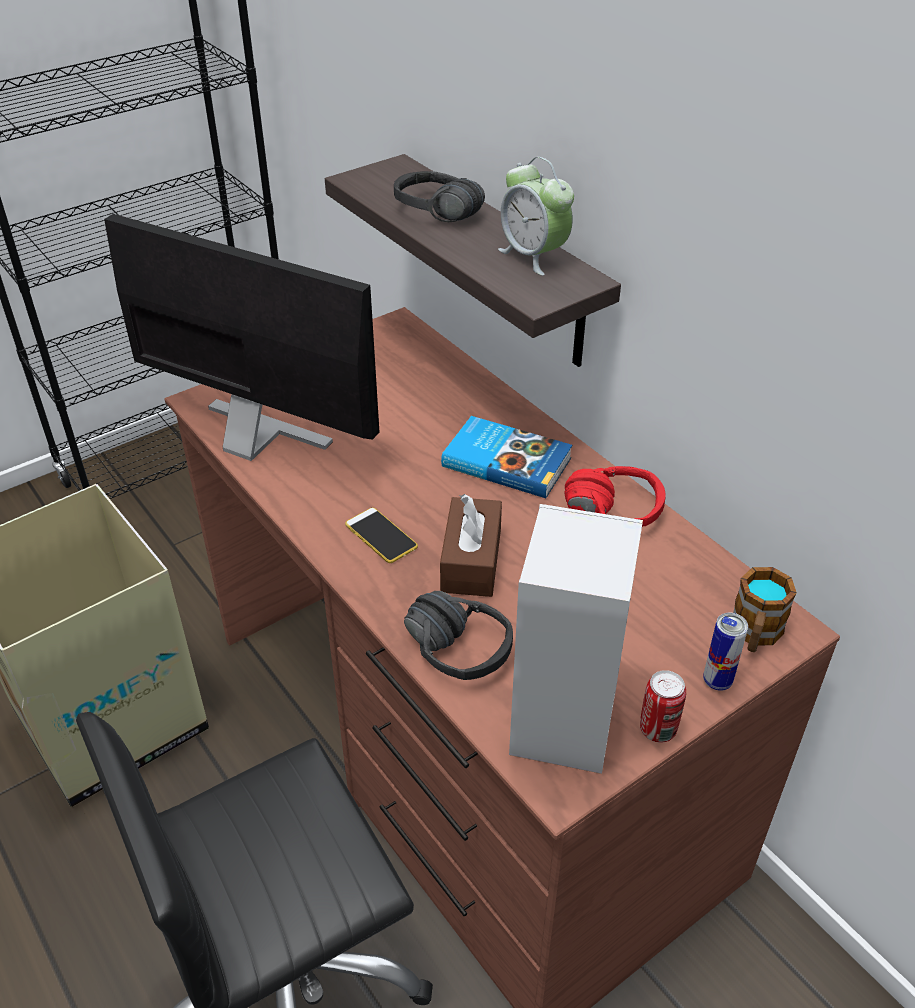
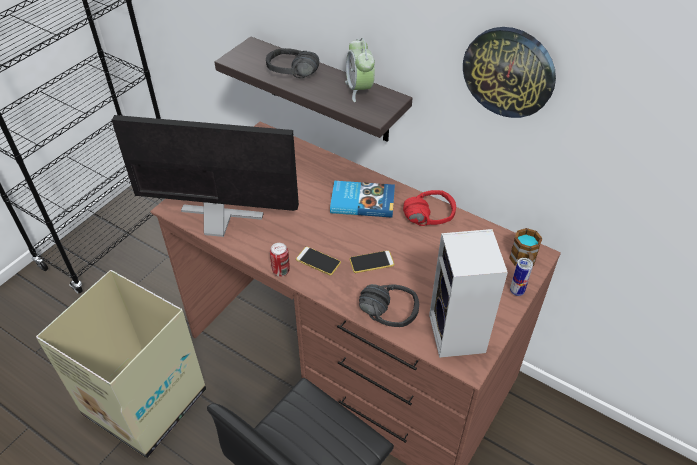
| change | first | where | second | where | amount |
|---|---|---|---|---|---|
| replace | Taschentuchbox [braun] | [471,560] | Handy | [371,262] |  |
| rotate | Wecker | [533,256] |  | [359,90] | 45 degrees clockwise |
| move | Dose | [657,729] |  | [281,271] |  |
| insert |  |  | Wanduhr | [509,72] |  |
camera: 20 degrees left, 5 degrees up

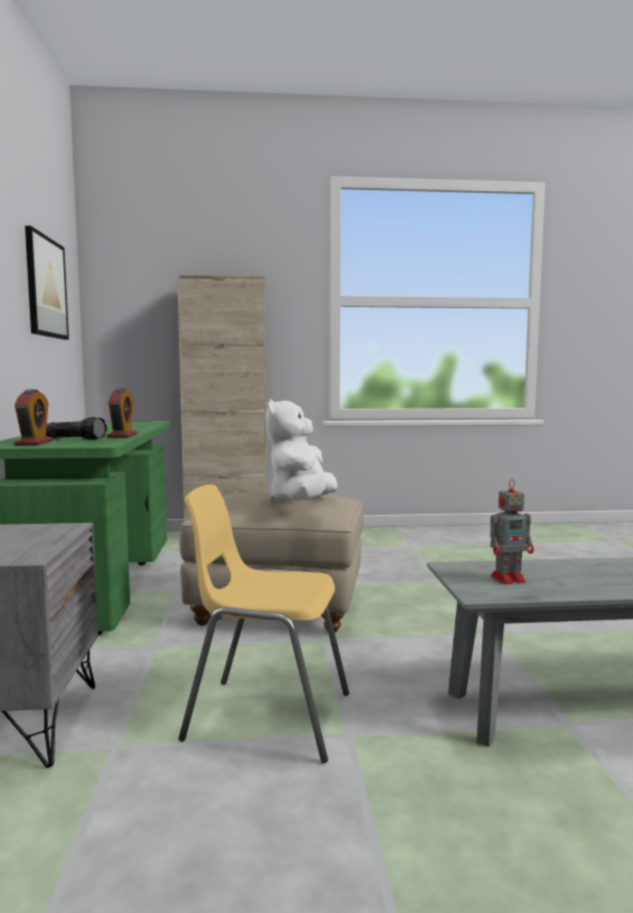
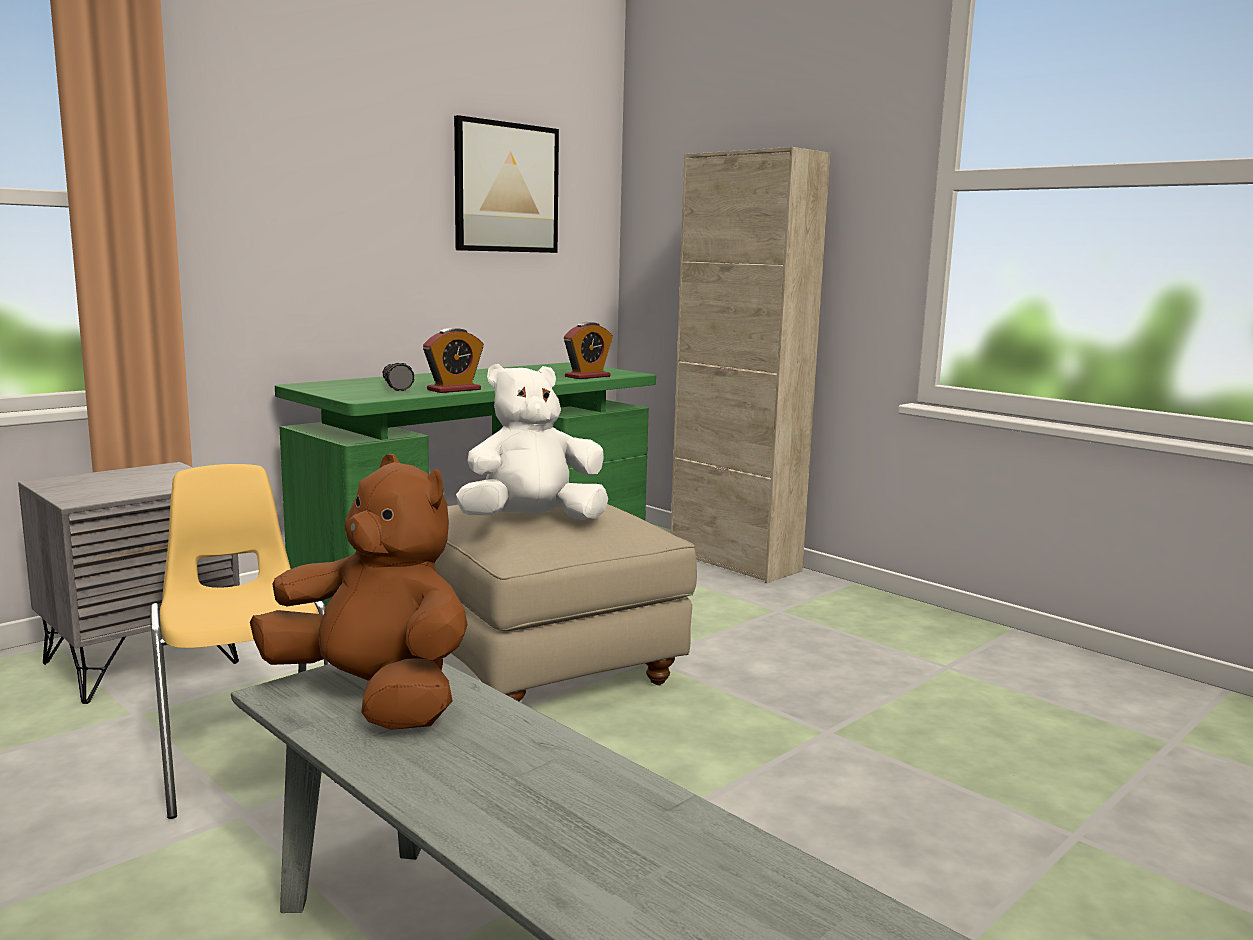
| change | first | where | second | where | amount |
|---|---|---|---|---|---|
| move | Wecker | [34,443] |  | [587,376] |  |
| replace | Spielzeugroboter | [509,578] | Plüschtier [braun] | [375,697] |  |
camera: 50 degrees right, 5 degrees up

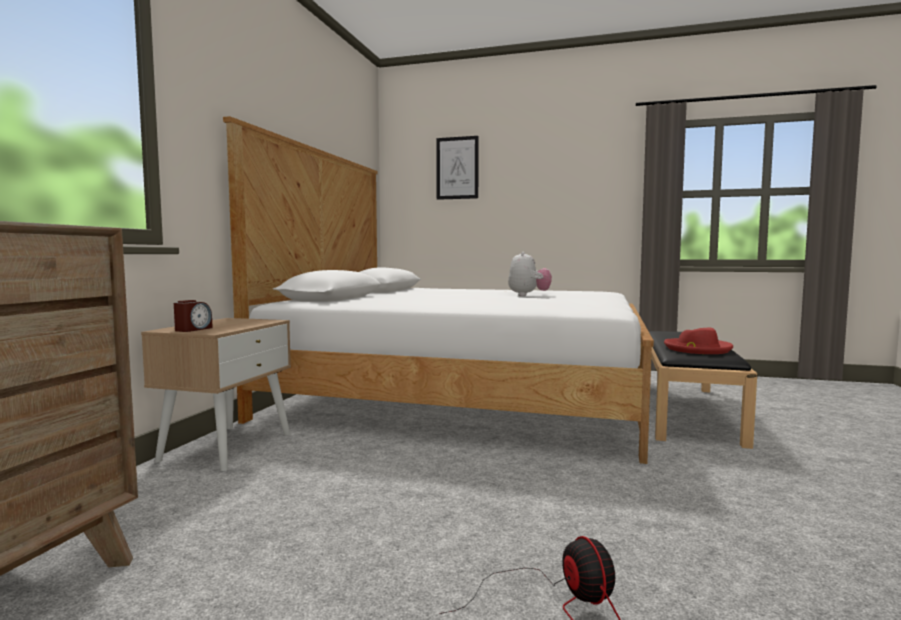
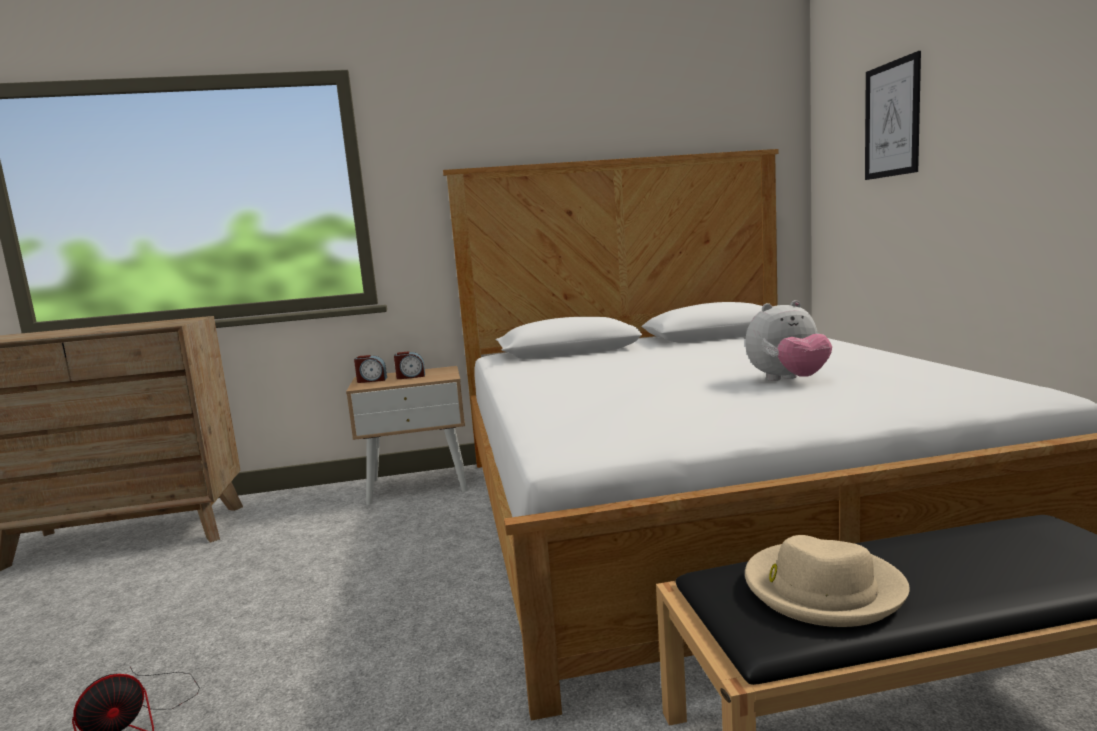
| change | first | where | second | where | amount |
|---|---|---|---|---|---|
| recolor | Hut [rot] | [697,349] | Hut [beige] | [821,588] |  |
| insert |  |  | Wecker | [411,376] |  |
camera: 65 degrees right, 5 degrees up

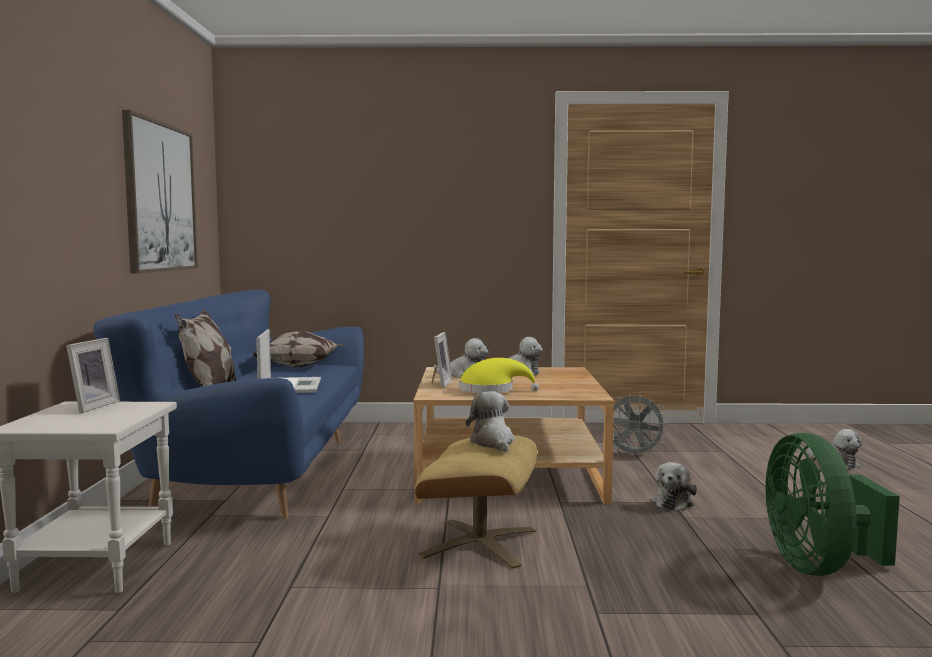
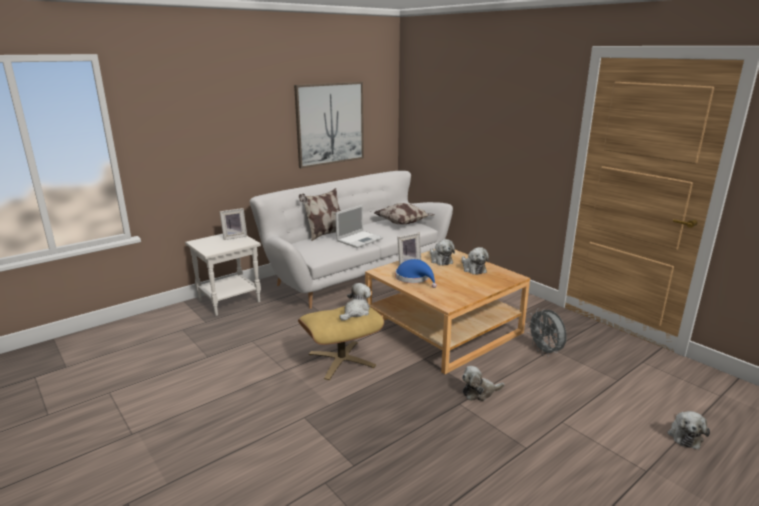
| change | first | where | second | where | amount |
|---|---|---|---|---|---|
| recolor | Sofa [blau] | [257,467] | Sofa [weiß] | [354,274] |  |
| recolor | Hut [gelb] | [491,390] | Hut [blau] | [414,278] |  |
| delete | Ventilator [grün] | [818,566] |  |  |  |
camera: 50 degrees right, 15 degrees up

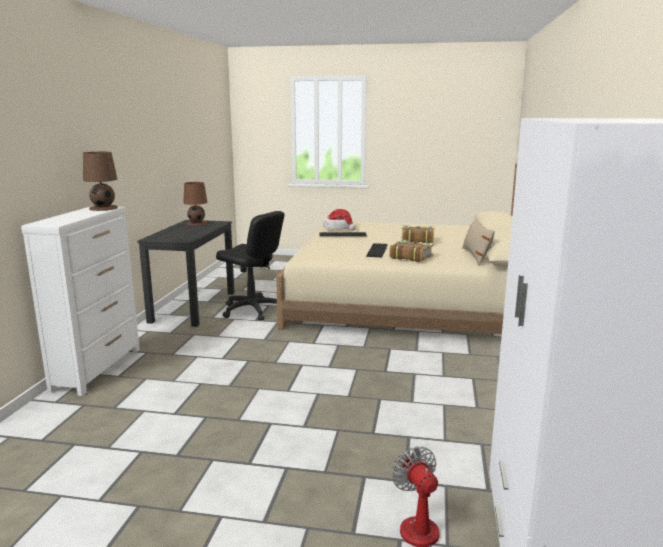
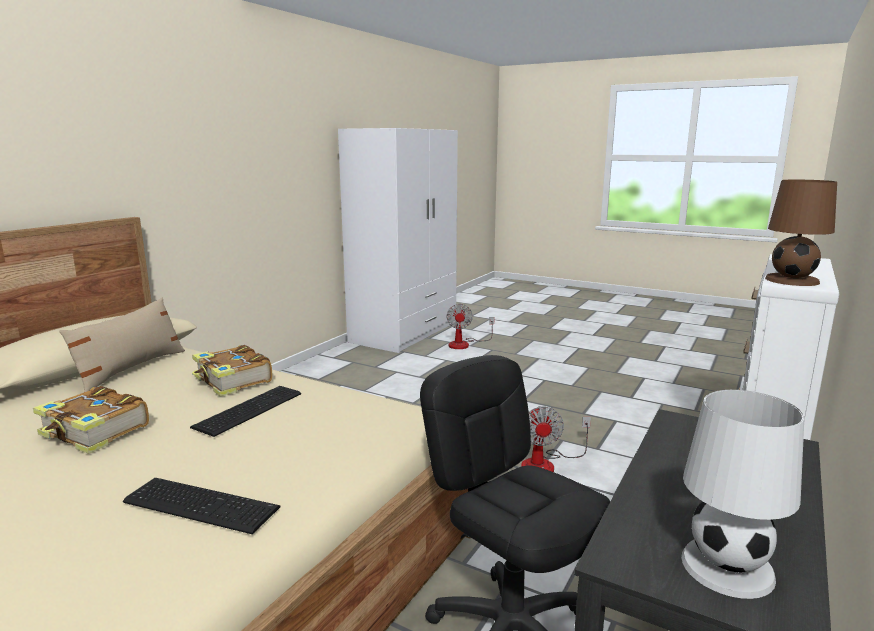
| change | first | where | second | where | amount |
|---|---|---|---|---|---|
| recolor | Tischlampe [braun] | [197,223] | Tischlampe [weiß] | [726,567] |  |
| delete | Hut | [338,228] |  |  |  |
| insert |  |  | Ventilator | [546,464] |  |
camera: 160 degrees left, 0 degrees up

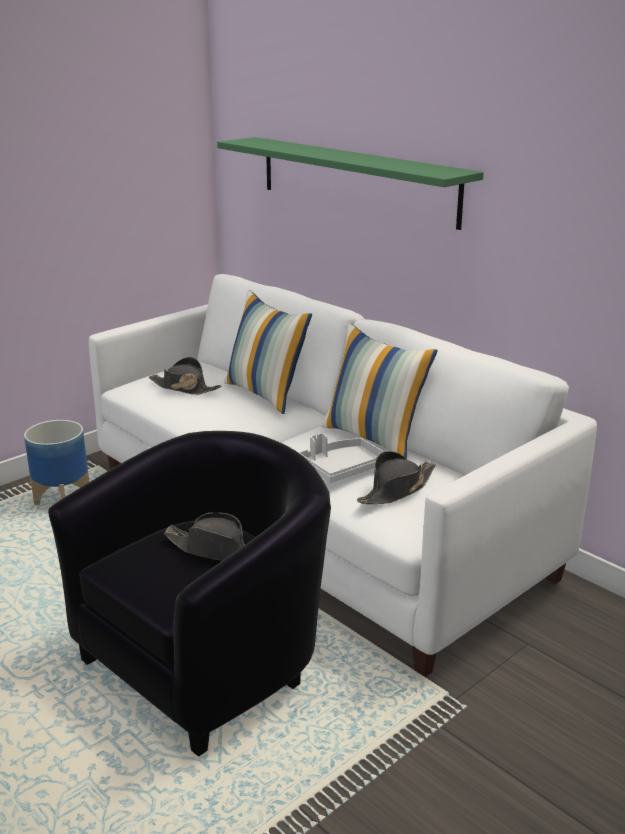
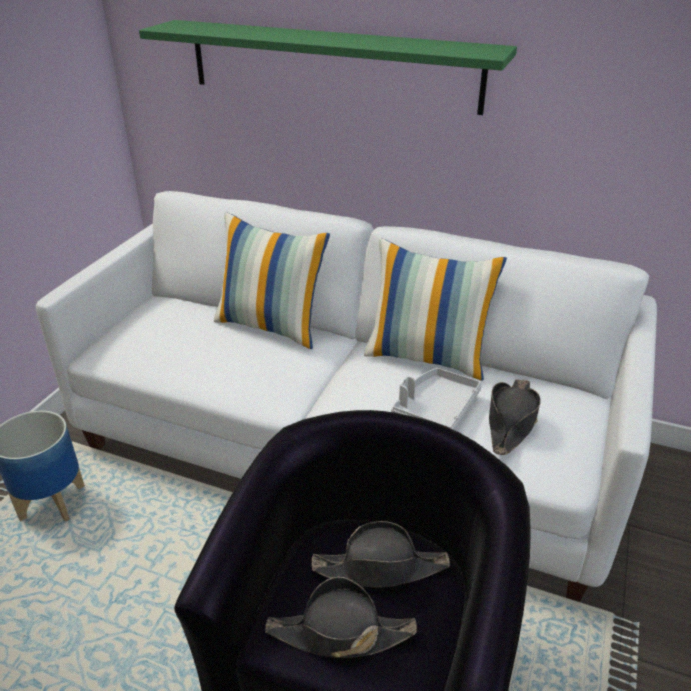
| change | first | where | second | where | amount |
|---|---|---|---|---|---|
| move | Hut [schwarz] | [184,388] |  | [339,633] |  |
camera: 25 degrees left, 10 degrees up

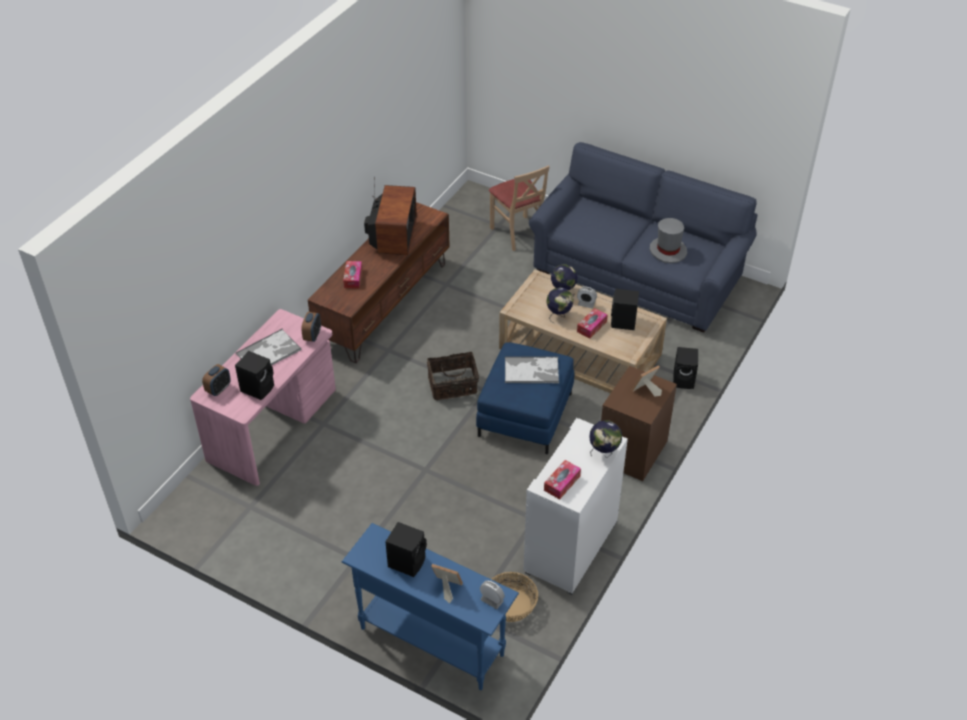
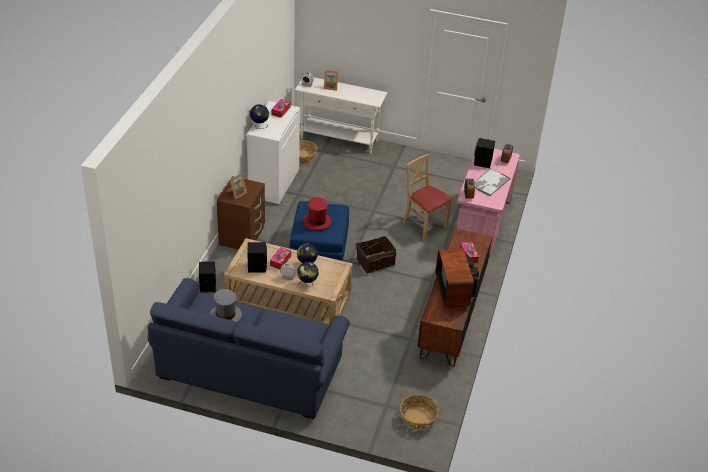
| change | first | where | second | where | amount |
|---|---|---|---|---|---|
| recolor | Konsolentisch [blau] | [431,640] | Konsolentisch [weiß] | [339,140] |  |
| delete | Lautsprecher [schwarz] | [407,561] |  |  |  |
| move | Stuhl [beige] | [517,233] |  | [424,225] |  |
| replace | Tablett | [532,370] | Hut [rot] | [317,222] |  |
| insert |  |  | Korb | [418,418] |  |
camera: 165 degrees right, 5 degrees down

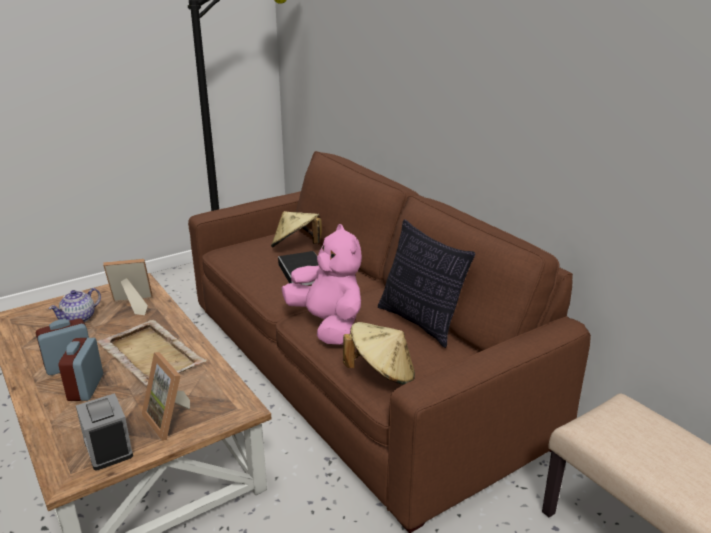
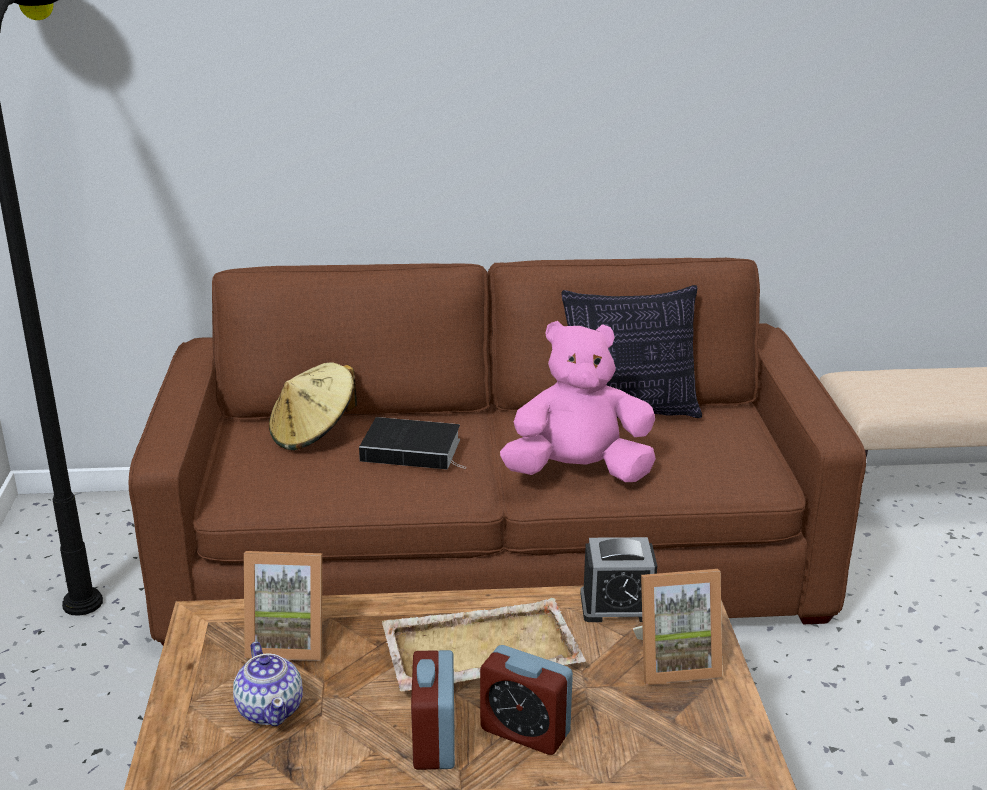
| change | first | where | second | where | amount |
|---|---|---|---|---|---|
| move | Wecker | [108,448] |  | [618,606] |  |
| rotate | Bilderrahmen | [132,305] |  | [288,641] | 105 degrees counterclockwise |
| delete | Hut [beige] | [381,373] |  |  |  |
camera: 60 degrees left, 0 degrees up

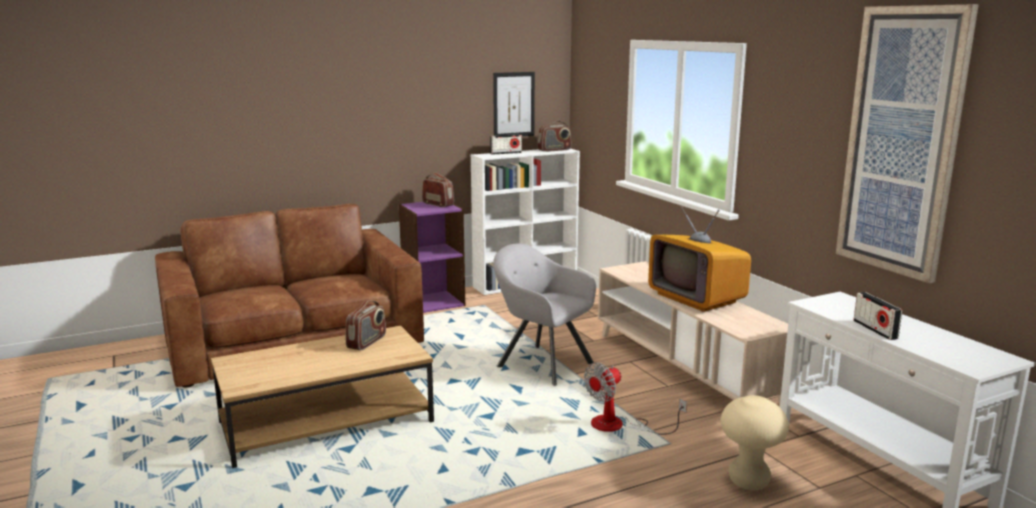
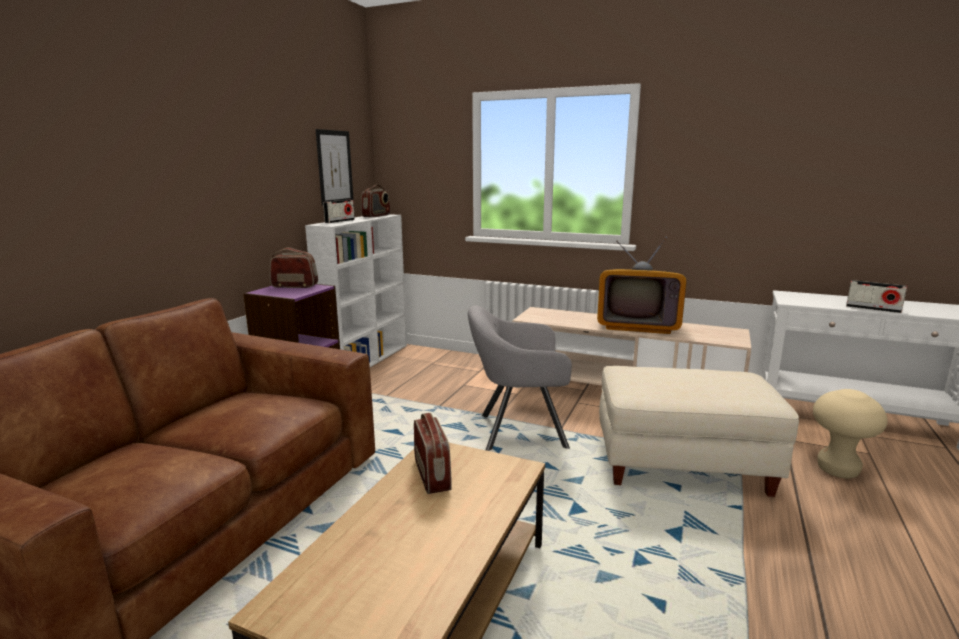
| change | first | where | second | where | amount |
|---|---|---|---|---|---|
| replace | Ventilator | [619,426] | Polsterhocker [beige] | [681,464] |  |
| delete | Bild | [902,142] |  |  |  |
camera: 40 degrees left, 0 degrees up

